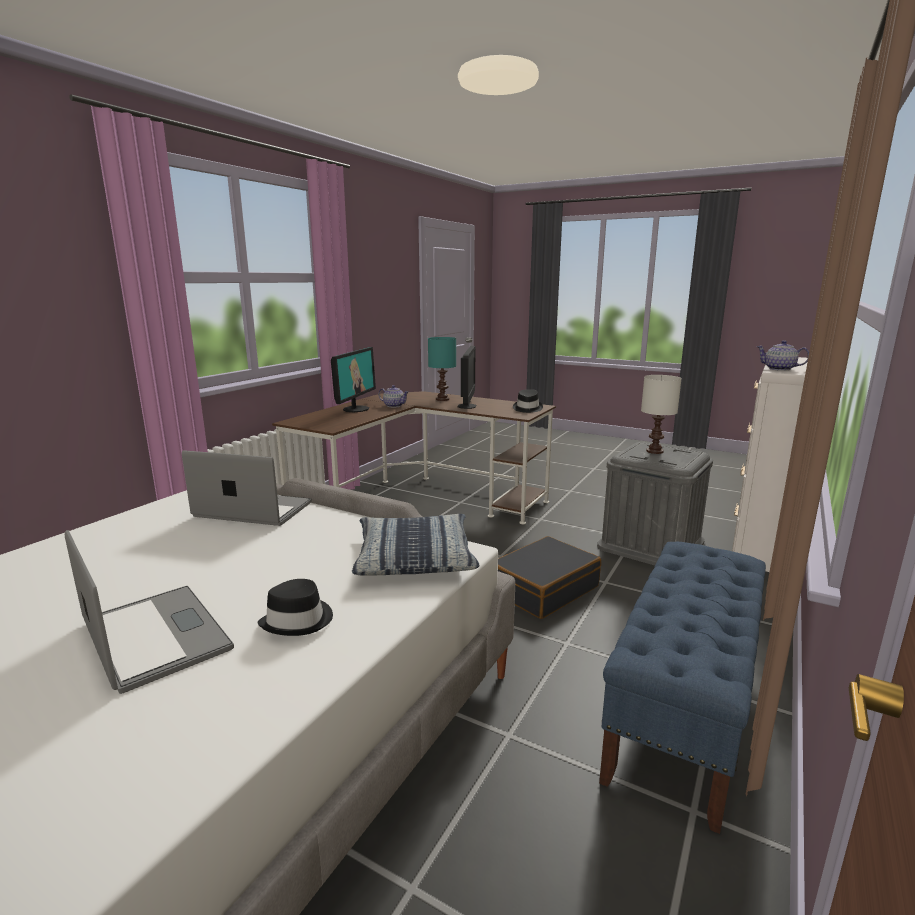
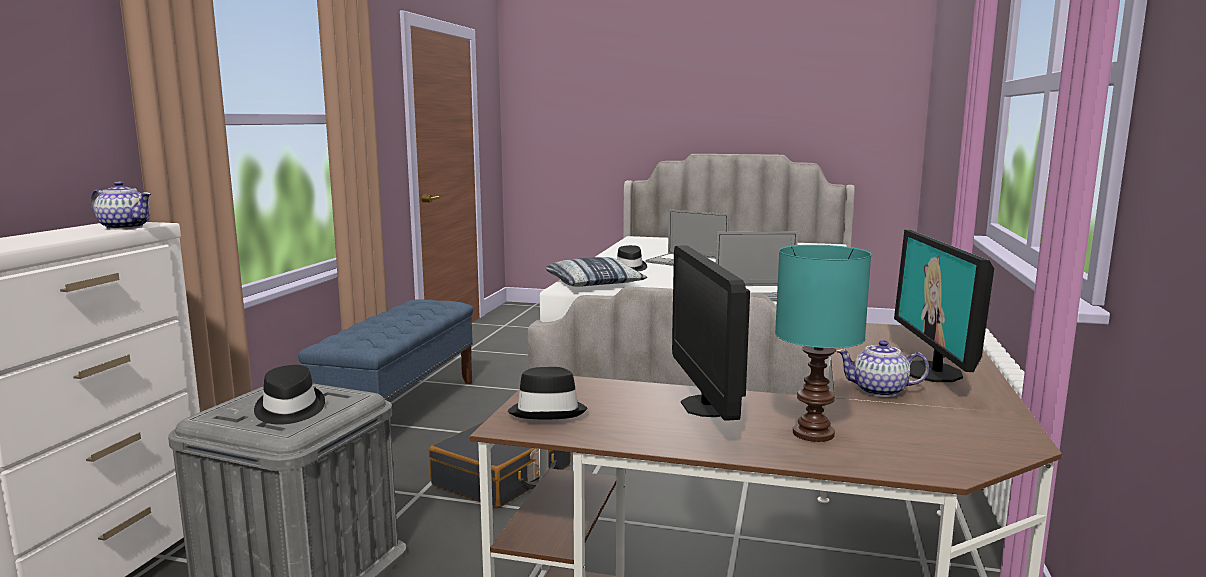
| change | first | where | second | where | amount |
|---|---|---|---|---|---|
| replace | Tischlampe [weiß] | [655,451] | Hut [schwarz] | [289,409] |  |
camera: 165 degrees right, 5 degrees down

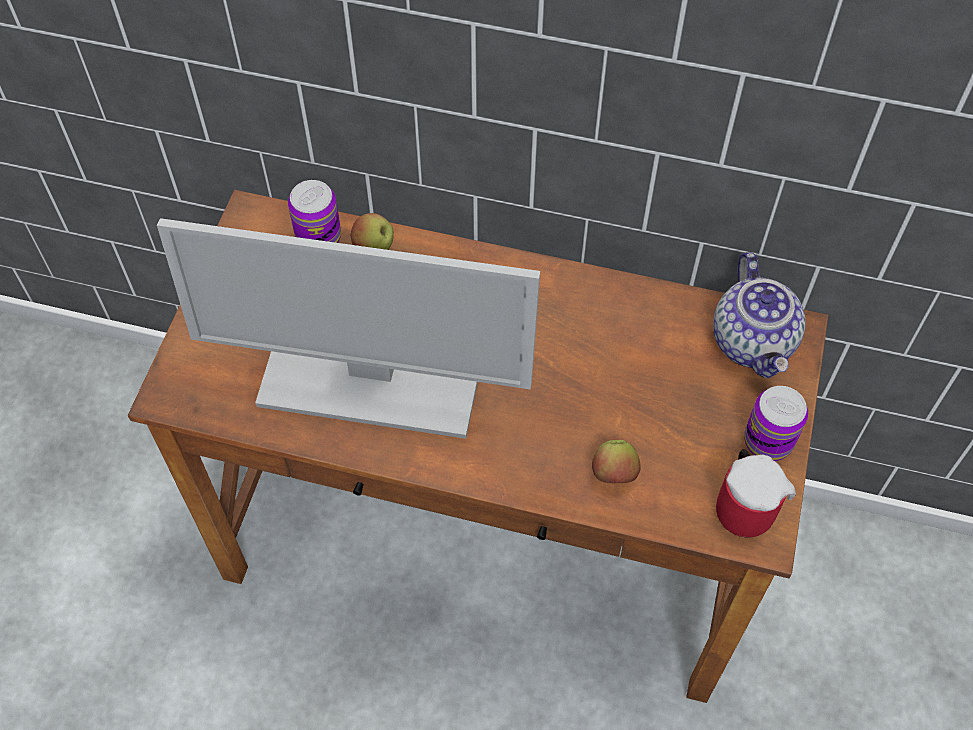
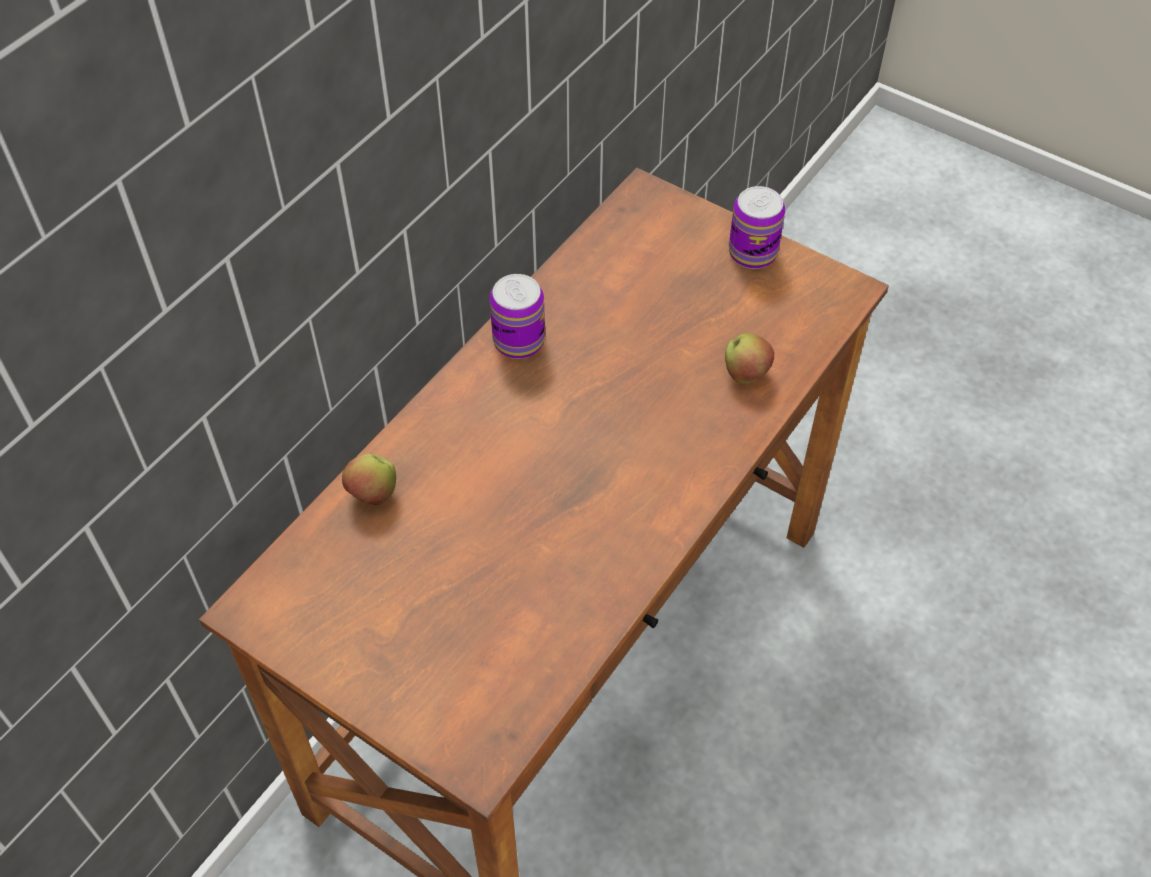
| change | first | where | second | where | amount |
|---|---|---|---|---|---|
| delete | Monitor | [369,380] |  |  |  |
| move | Dose | [318,237] |  | [519,341] |  |
| delete | Teekanne | [754,342] |  |  |  |
| delete | Henkelbecher | [745,503] |  |  |  |
camera: 70 degrees left, 5 degrees down

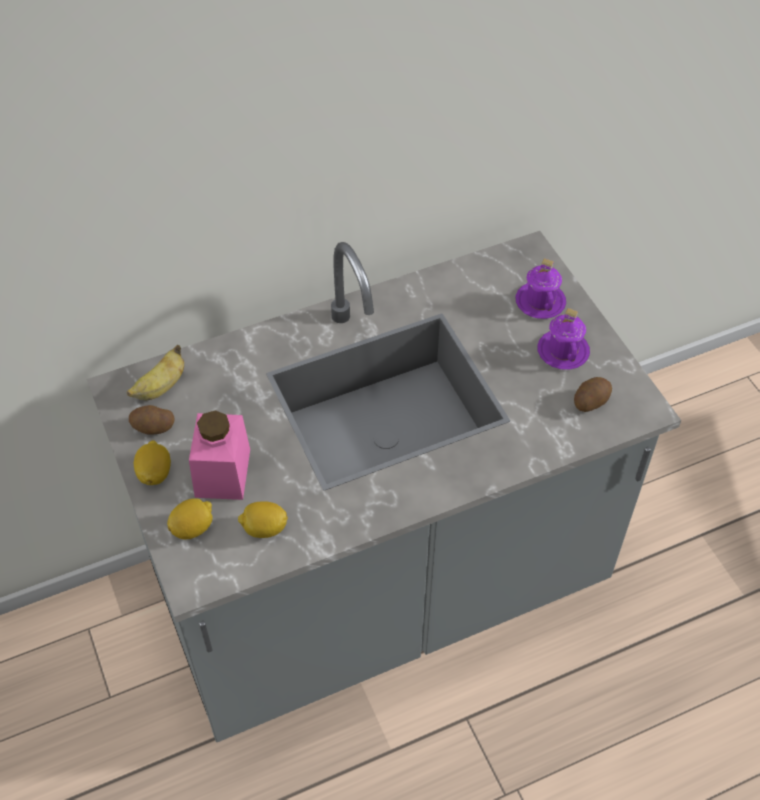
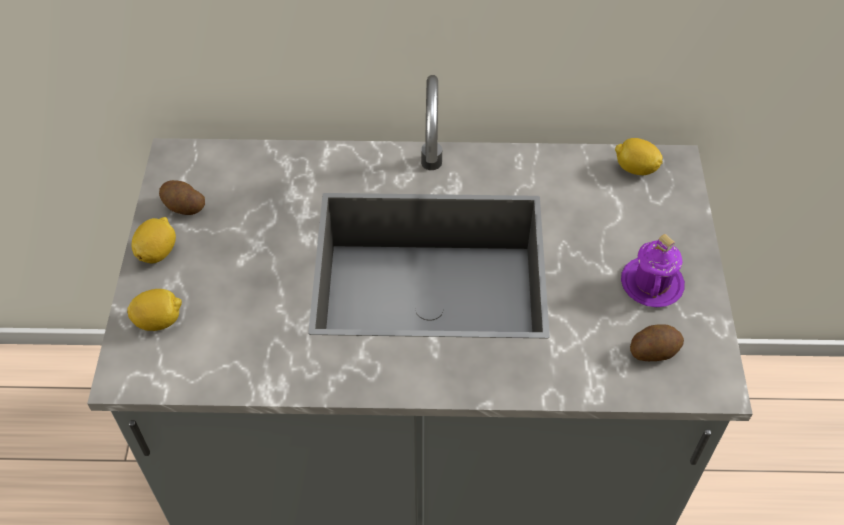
| change | first | where | second | where | amount |
|---|---|---|---|---|---|
| delete | Banane | [161,387] |  |  |  |
| delete | Vorratsglas [rosa] | [223,473] |  |  |  |
| move | Zitrone | [264,528] |  | [635,168] |  |
| delete | Henkelbecher [lila] | [540,302] |  |  |  |
camera: 25 degrees right, 0 degrees up

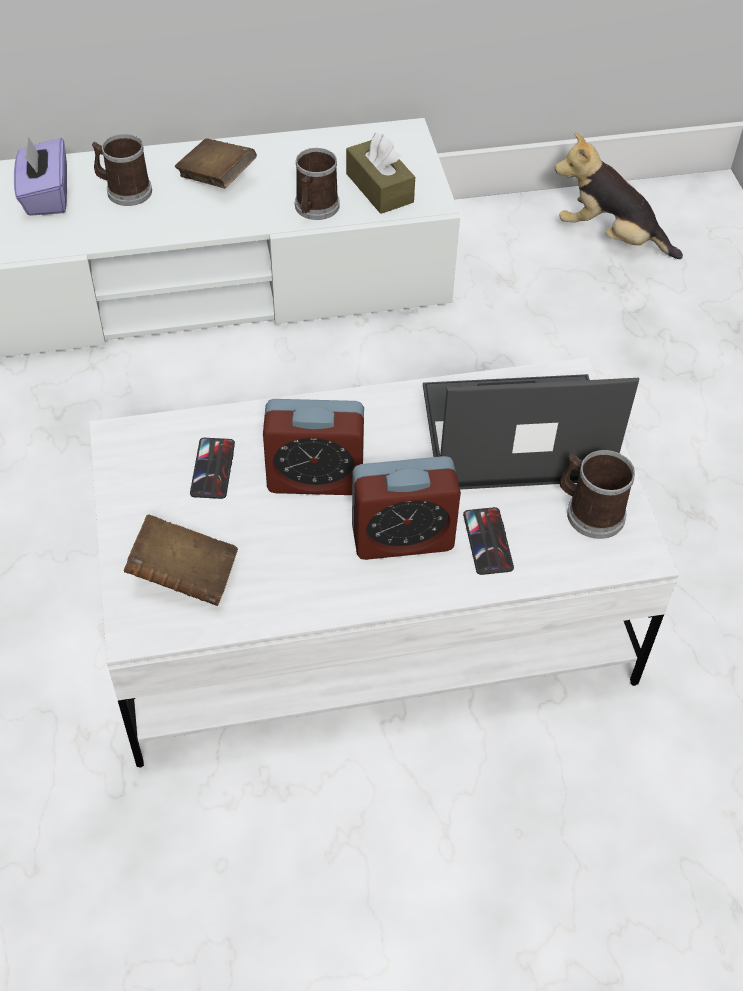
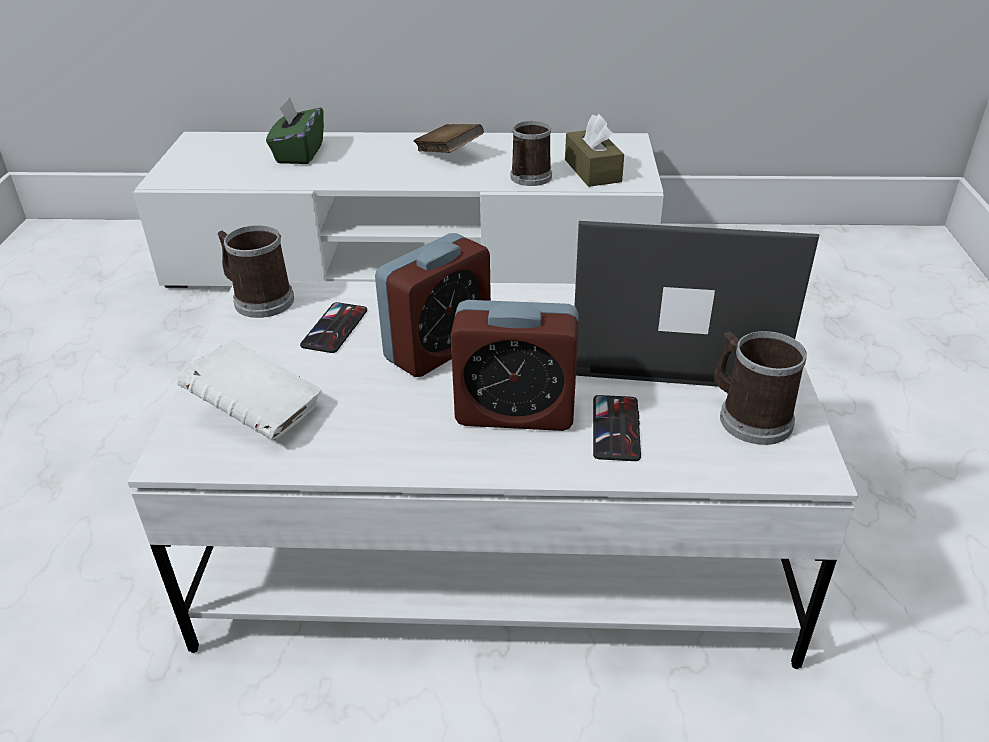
| change | first | where | second | where | amount |
|---|---|---|---|---|---|
| recolor | Taschentuchbox [lila] | [46,196] | Taschentuchbox [grün] | [299,153] |  |
| move | Henkelbecher | [124,190] |  | [258,300] |  |
| recolor | Buch [braun] | [184,576] | Buch [weiß] | [257,413] |  |
| rotate | Wecker | [315,478] |  | [438,348] | 60 degrees counterclockwise |
| delete | Plüschtier | [610,237] |  |  |  |
camera: 15 degrees right, 15 degrees down

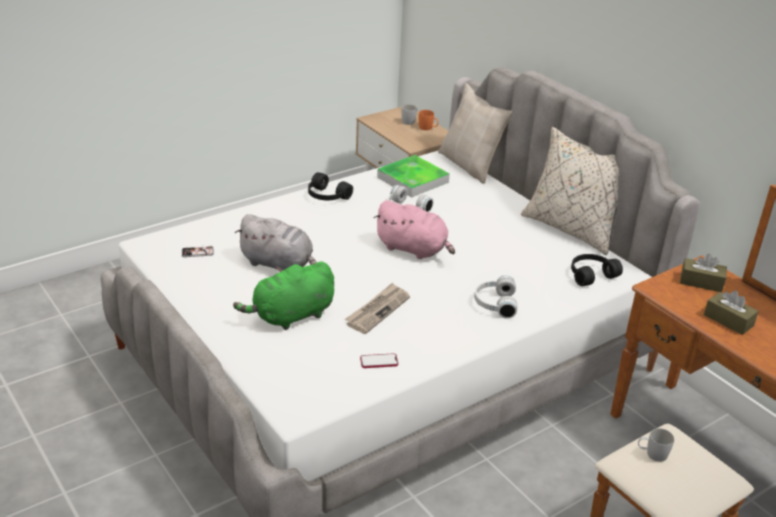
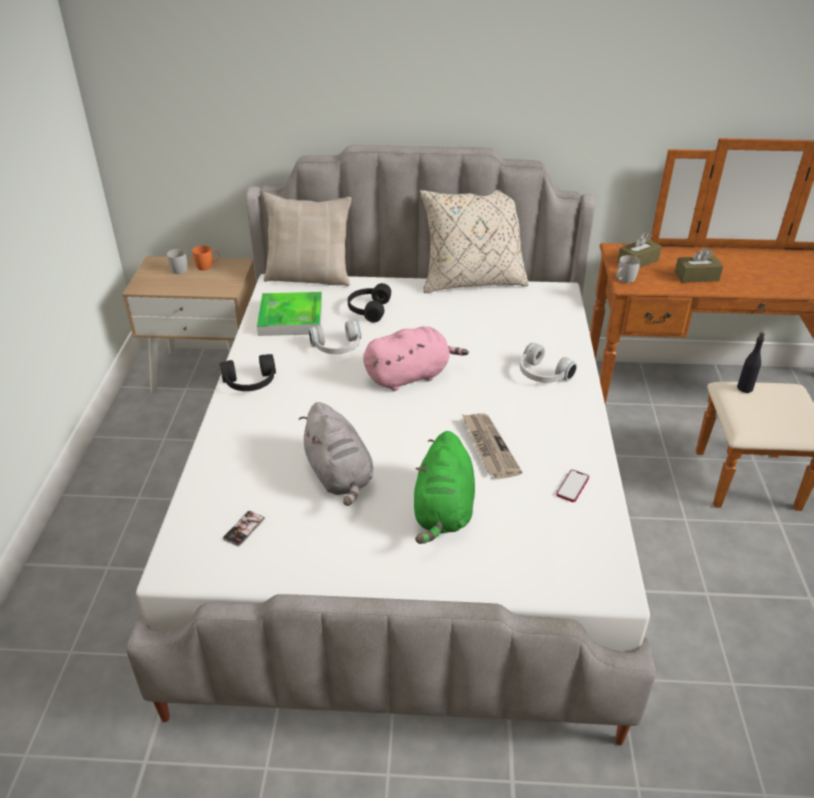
| change | first | where | second | where | amount |
|---|---|---|---|---|---|
| rotate | Plüschtier [grau] | [279,264] |  | [339,476] | 90 degrees clockwise |
| move | Kopfhörer [schwarz] | [590,275] |  | [368,309] |  |
| move | Henkelbecher [weiß] | [652,454] |  | [623,280] |  |
| insert |  |  | Flasche [schwarz] | [744,388] |  |
camera: 50 degrees left, 5 degrees up

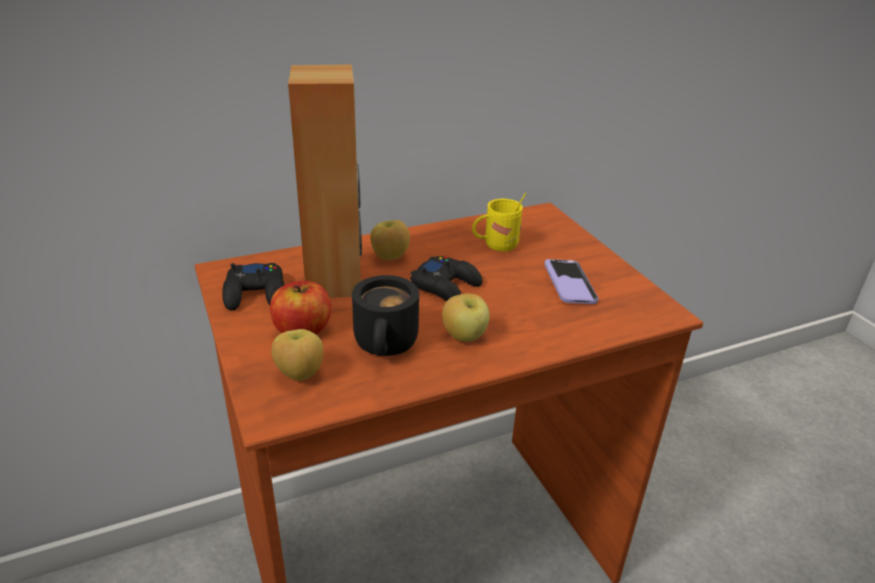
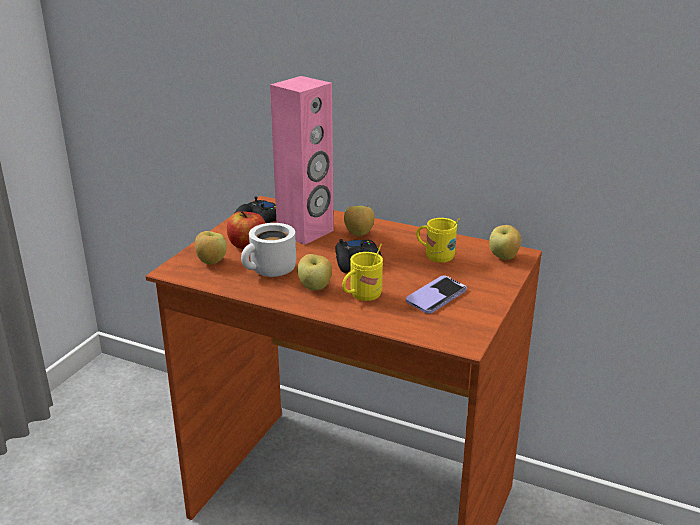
| change | first | where | second | where | amount |
|---|---|---|---|---|---|
| recolor | Lautsprecher [braun] | [335,281] | Lautsprecher [rosa] | [306,232] |  |
| recolor | Henkelbecher [schwarz] | [388,345] | Henkelbecher [weiß] | [271,271] |  |
| insert |  |  | Henkelbecher [gelb] | [362,297] |  |
| insert |  |  | Apfel | [504,257] |  |
camera: 50 degrees right, 5 degrees down

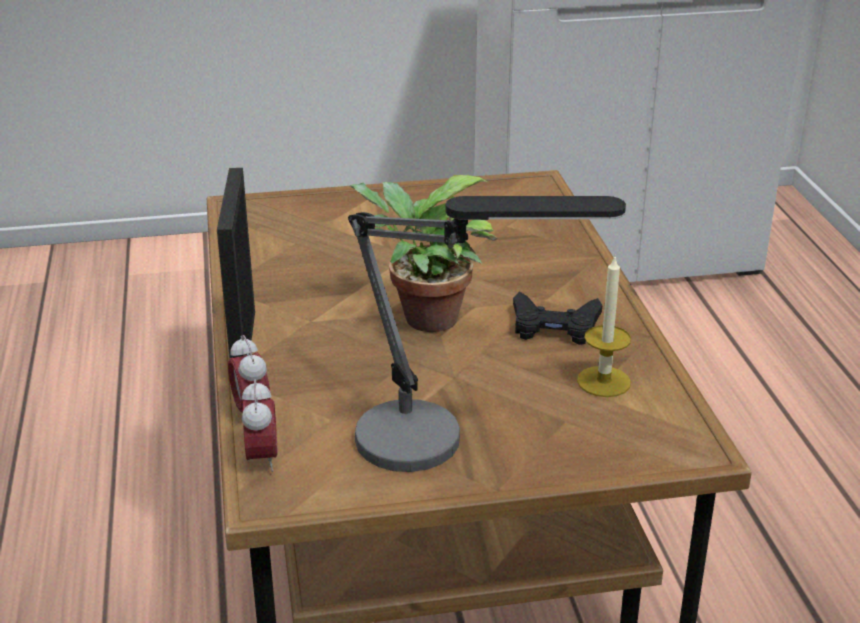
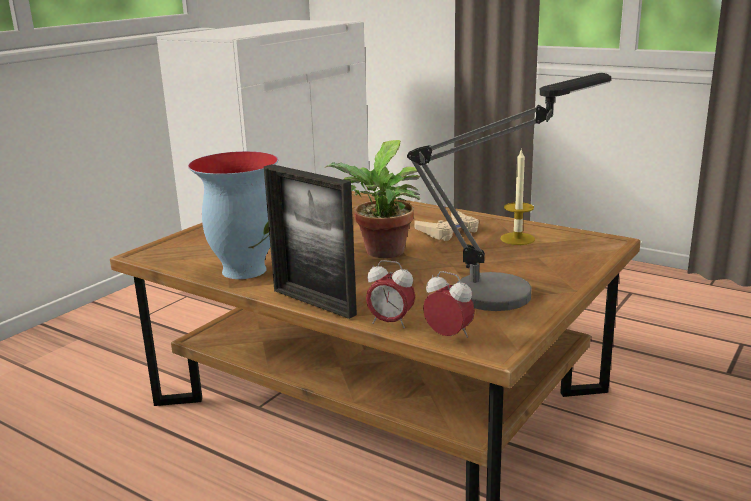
| change | first | where | second | where | amount |
|---|---|---|---|---|---|
| recolor | Gamepad [schwarz] | [554,326] | Gamepad [beige] | [448,231] |  |
| insert |  |  | Vase | [243,270] |  |
camera: 45 degrees left, 10 degrees down

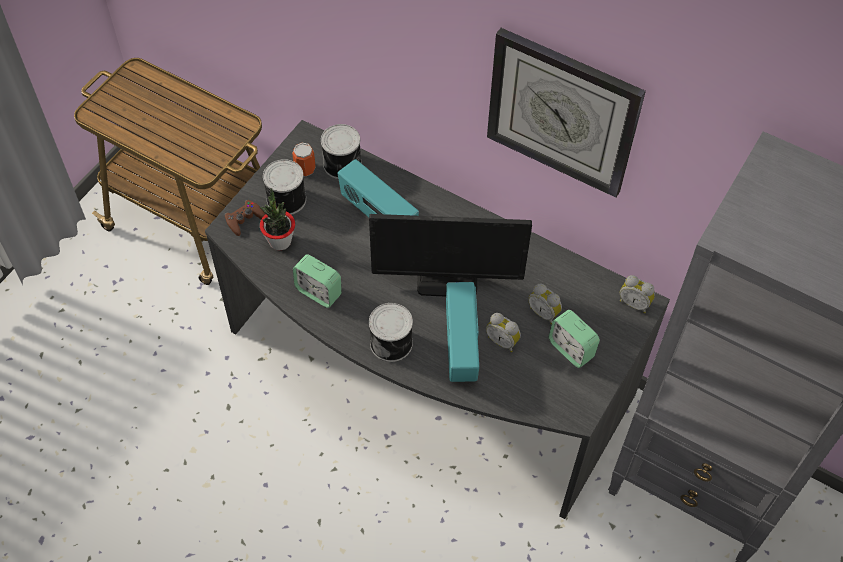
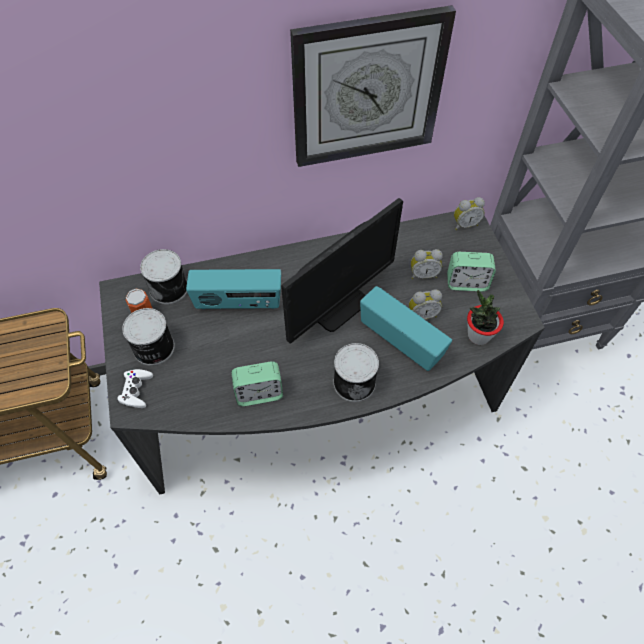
| change | first | where | second | where | amount |
|---|---|---|---|---|---|
| recolor | Gamepad [braun] | [244,219] | Gamepad [weiß] | [136,390] |  |
| move | Topfpflanze | [280,241] |  | [478,336] |  |
camera: 45 degrees left, 0 degrees up

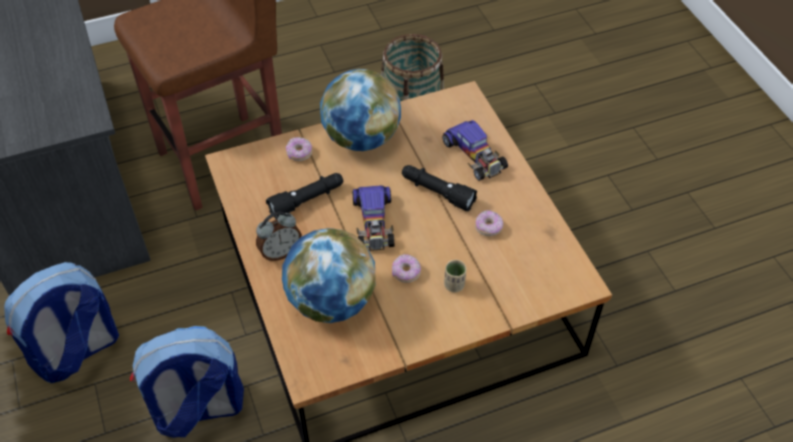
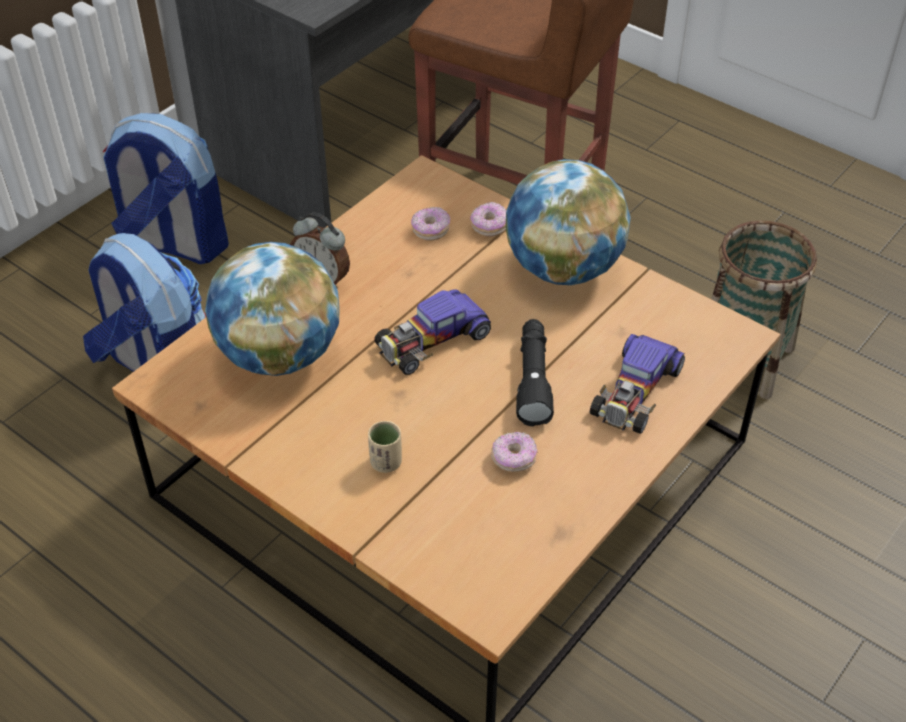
| change | first | where | second | where | amount |
|---|---|---|---|---|---|
| delete | Taschenlampe [schwarz] | [307,200] |  |  |  |
| move | Donut | [406,272] |  | [430,230] |  |
camera: 60 degrees right, 5 degrees down

